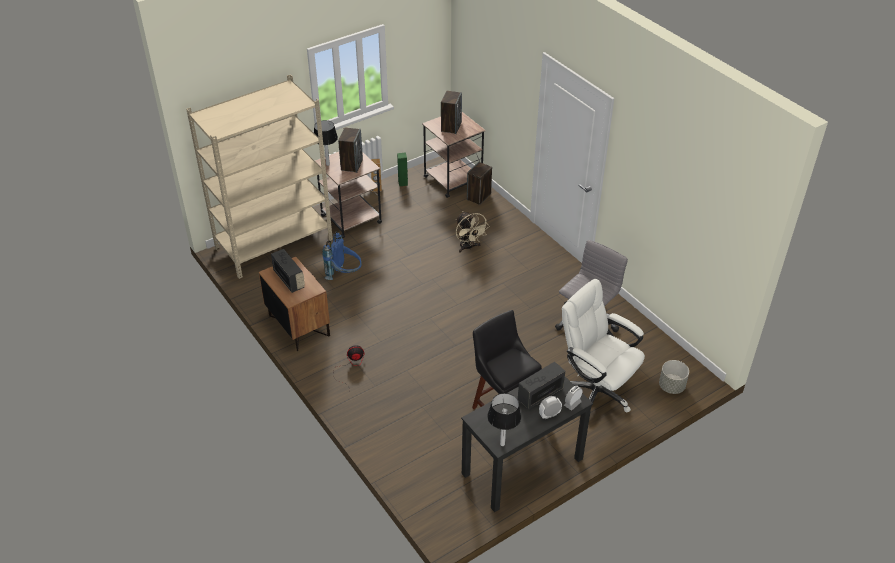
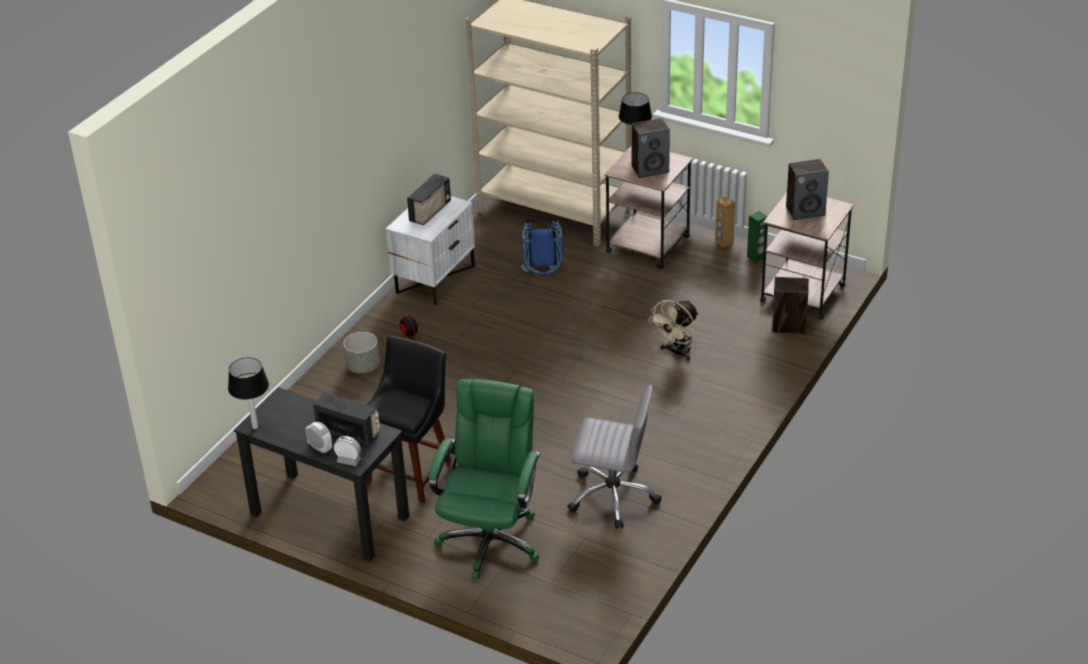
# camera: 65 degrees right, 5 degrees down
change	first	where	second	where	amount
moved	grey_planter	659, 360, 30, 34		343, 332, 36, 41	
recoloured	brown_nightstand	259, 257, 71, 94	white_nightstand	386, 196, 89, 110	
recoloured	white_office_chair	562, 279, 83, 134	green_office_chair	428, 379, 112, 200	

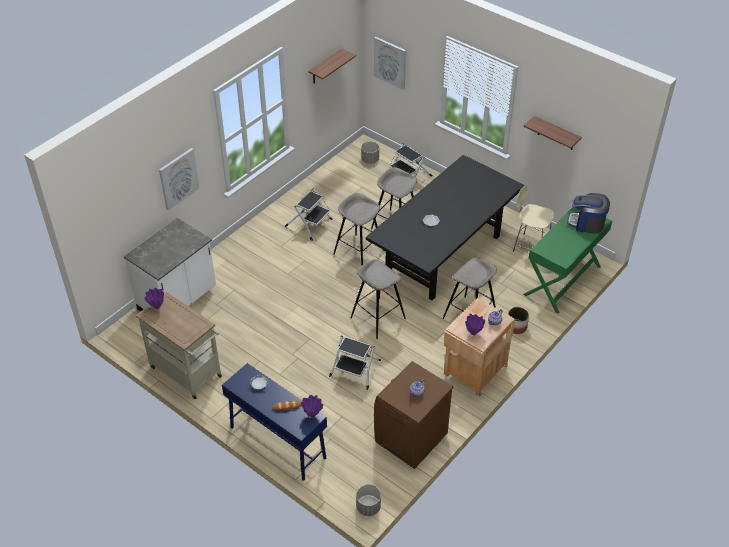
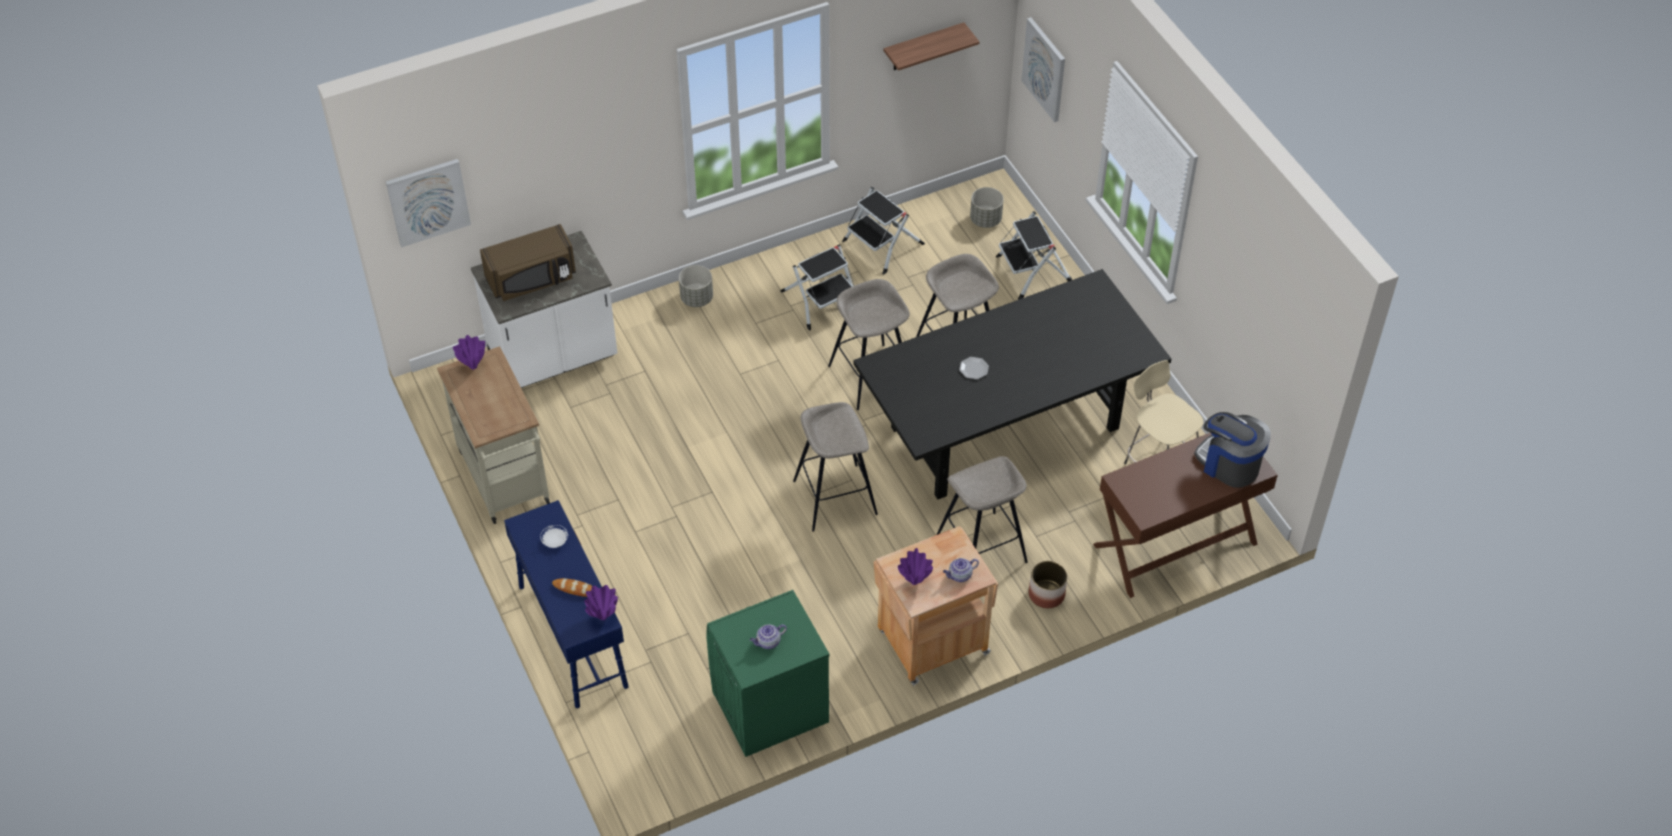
# camera: 25 degrees right, 5 degrees up
change	first	where	second	where	amount
moved	picture	159, 148, 41, 63		386, 159, 85, 88	
added			brown_microwave	480, 224, 96, 77	
moved	grey_planter	356, 484, 25, 32		679, 265, 34, 42	
recoloured	brown_washing_machine	374, 361, 79, 108	green_washing_machine	706, 590, 123, 167	
moved	step_ladder	329, 336, 52, 54		842, 187, 83, 88	
recoloured	green_desk	523, 207, 89, 107	brown_desk	1093, 432, 185, 166	
removed	shelf	523, 116, 59, 34			

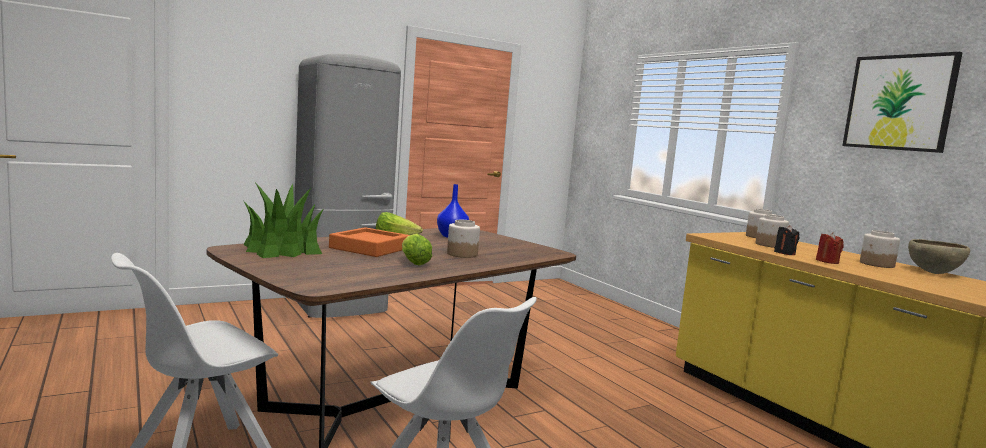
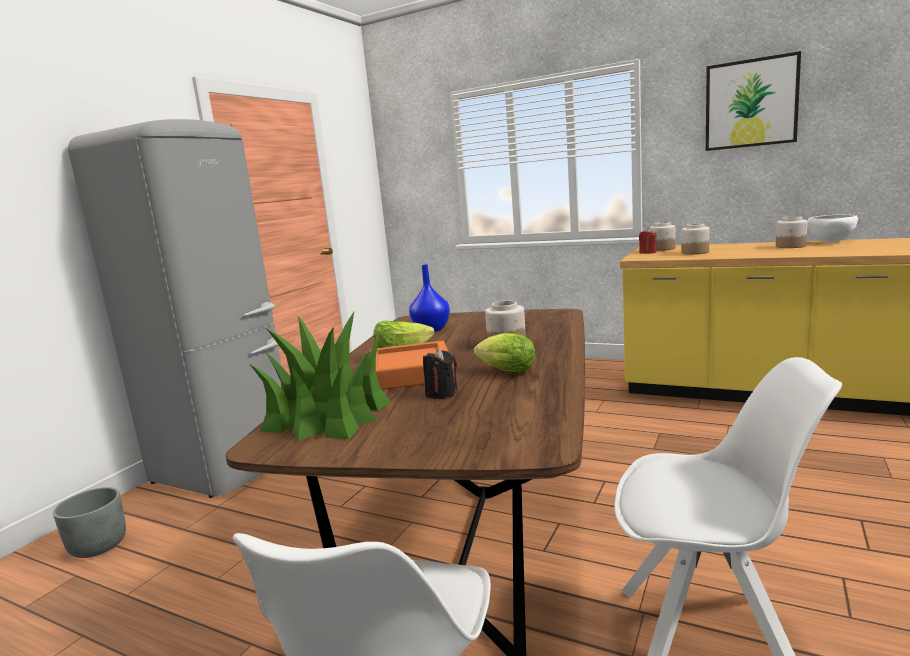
# camera: 30 degrees left, 5 degrees up
change	first	where	second	where	amount
added			grey_planter	53, 487, 73, 71	
moved	black_candle	774, 225, 25, 30		423, 349, 35, 50	
moved	red_candle	816, 232, 28, 32		639, 229, 18, 25	
recoloured	brown_bowl	908, 239, 62, 35	white_bowl	808, 214, 50, 29	

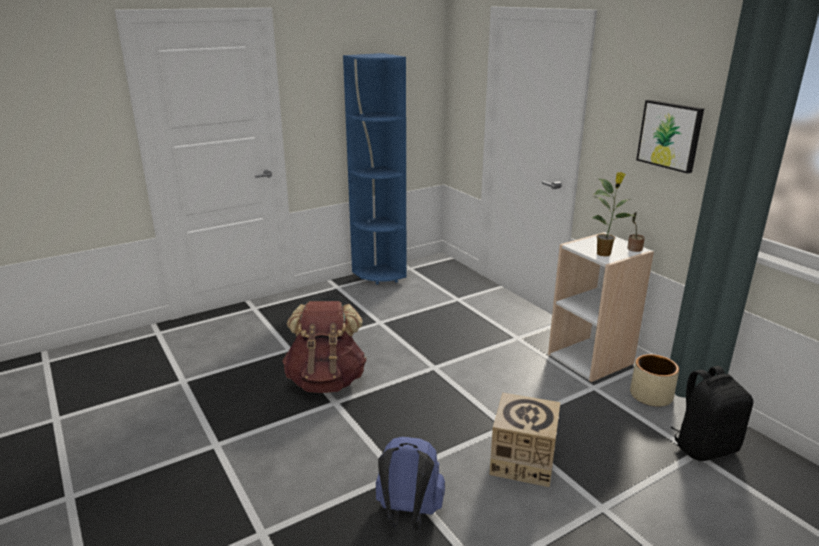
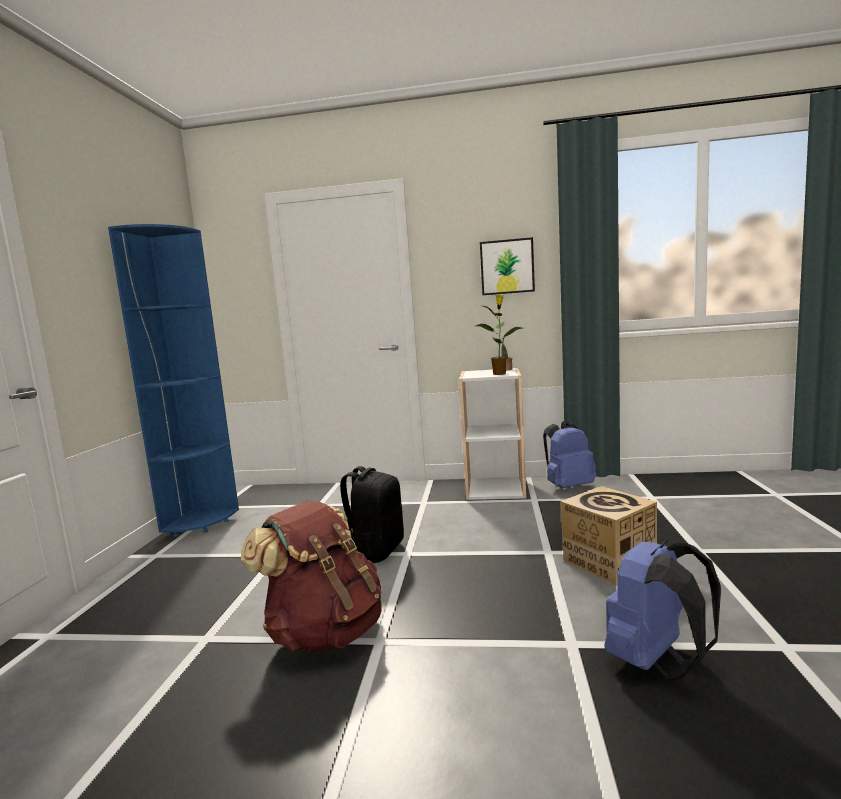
# camera: 50 degrees left, 15 degrees down
change	first	where	second	where	amount
moved	black_backpack	670, 366, 83, 95		340, 466, 64, 97	
replaced	beige_planter	630, 354, 49, 53	blue_backpack	543, 421, 53, 67	

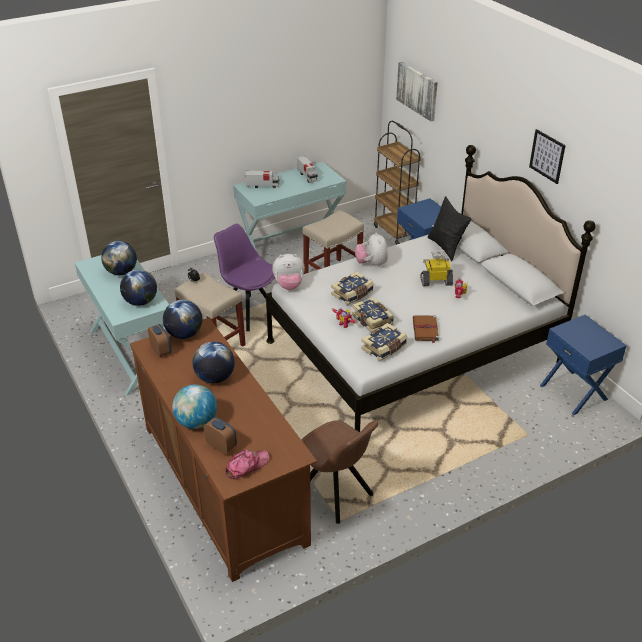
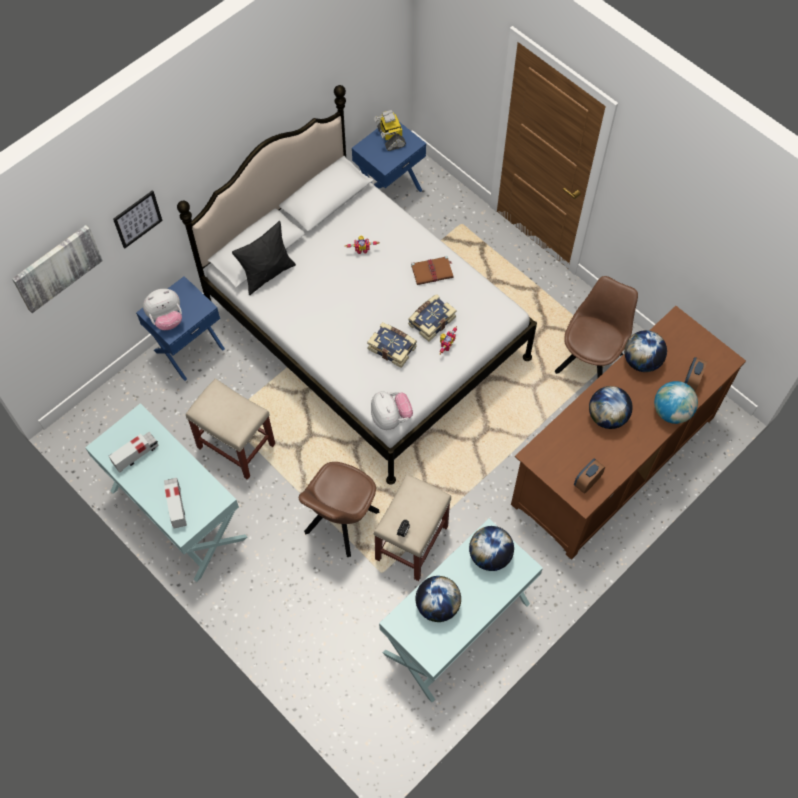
# camera: 105 degrees left, 25 degrees up
change	first	where	second	where	amount
moved	picture	529, 129, 37, 55		113, 190, 49, 59	
moved	plush_toy	355, 232, 33, 35		143, 289, 39, 41	
recoloured	purple_chair	214, 224, 61, 107	brown_chair	299, 462, 81, 95	
moved	toy_robot	420, 250, 33, 36		374, 110, 32, 41	
moved	globe	163, 300, 40, 39		624, 330, 43, 42	
removed	cap	225, 450, 44, 29			
removed	book	361, 323, 47, 38			
removed	brown_cart	374, 121, 47, 124			

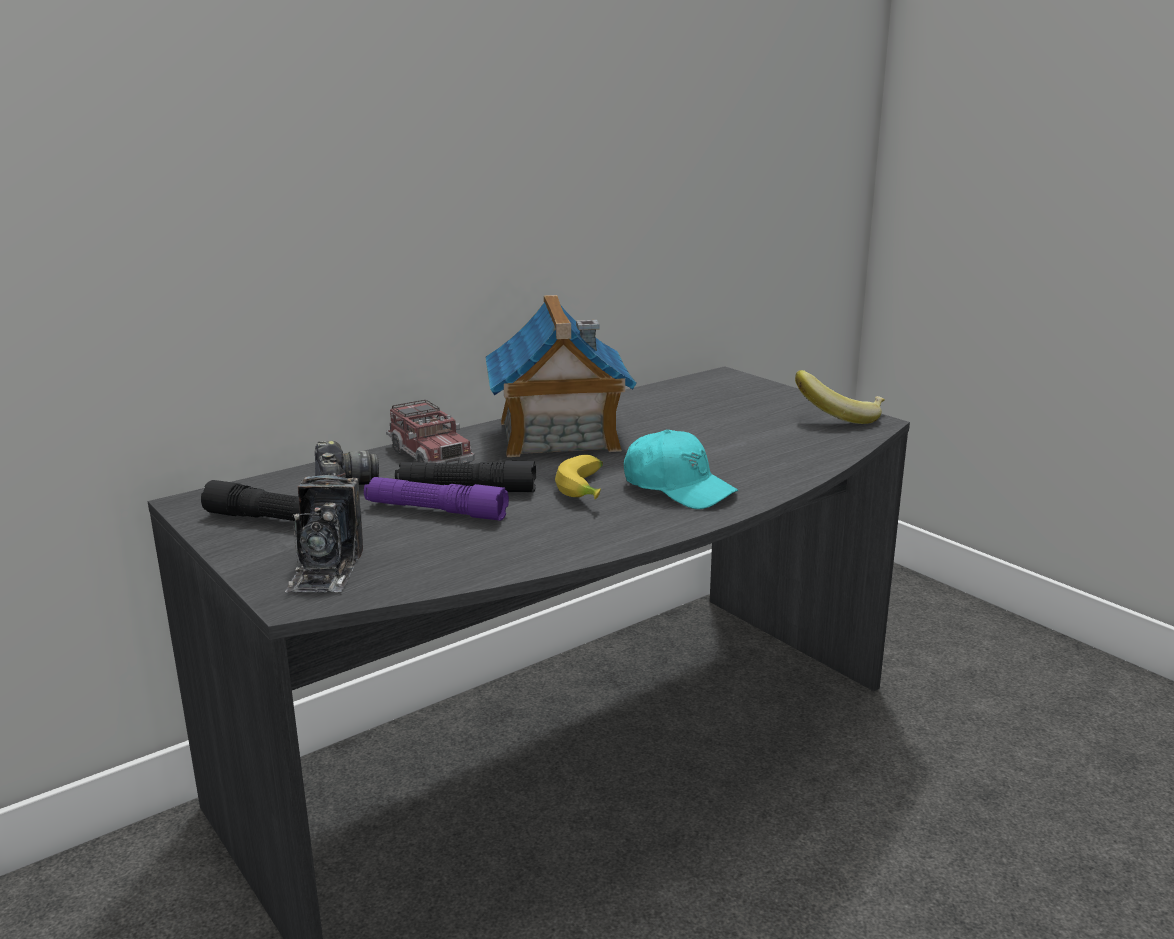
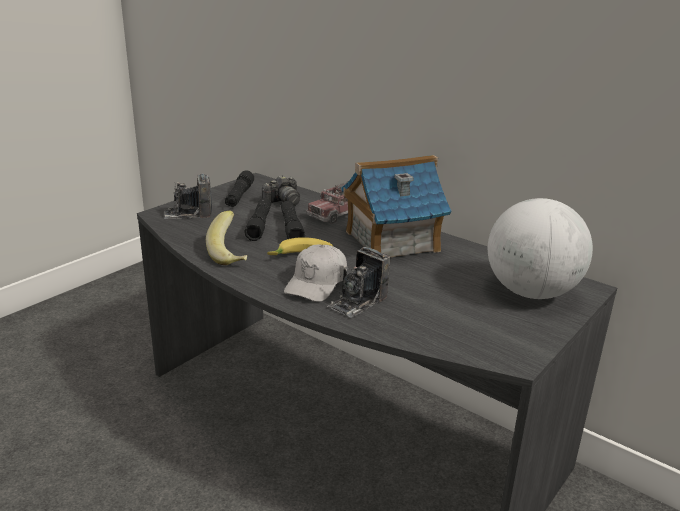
# camera: 75 degrees right, 5 degrees up
change	first	where	second	where	amount
moved	banana	795, 370, 90, 54		206, 210, 41, 55	
recoloured	purple_flashlight	364, 477, 145, 44	black_flashlight	244, 198, 27, 43	
recoloured	turquoise_cap	624, 430, 114, 79	white_cap	284, 244, 63, 58	
added			photo_camera	327, 247, 64, 71	
added			globe	488, 198, 105, 101	

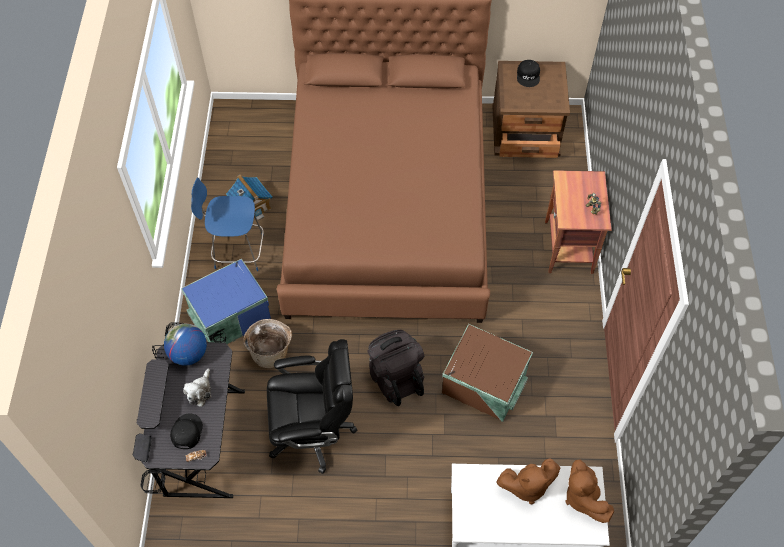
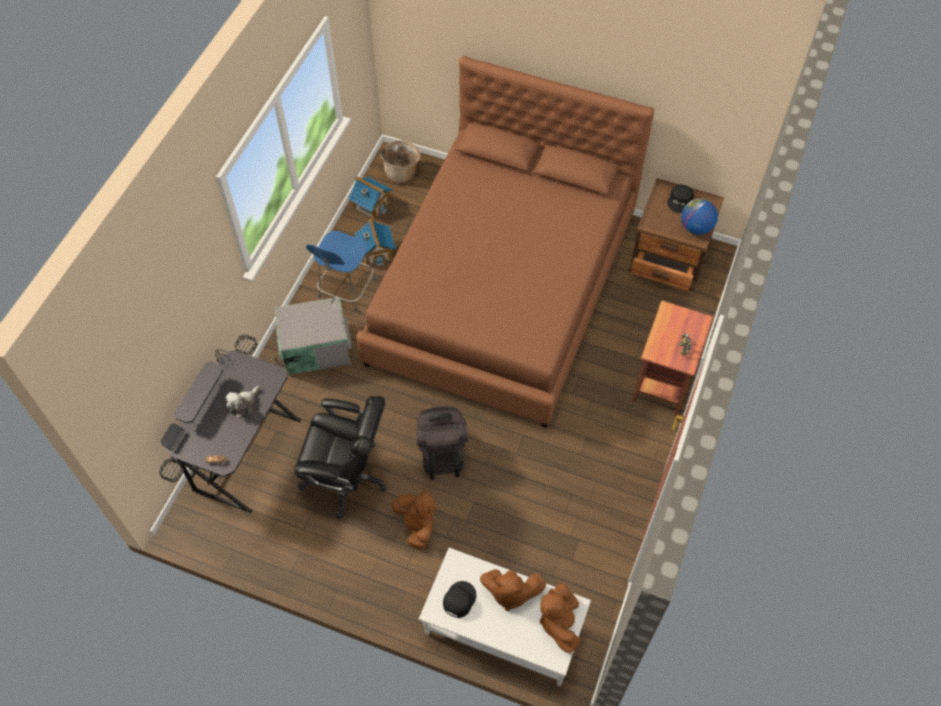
# camera: 20 degrees right, 0 degrees up
change	first	where	second	where	amount
recoloured	blue_storage_box	181, 259, 90, 85	grey_storage_box	275, 297, 77, 79	
turned	blue_chair	191, 178, 73, 93		306, 231, 70, 81	90 degrees counterclockwise
added			toy_house	348, 176, 44, 44	
moved	basket	243, 319, 49, 49		380, 140, 42, 43	
added			brown_plush_toy	392, 488, 43, 62	
moved	black_cap	170, 413, 33, 36		443, 581, 33, 37	
moved	globe	164, 323, 43, 43		681, 198, 37, 37	
removed	brown_storage_box	442, 324, 91, 98			

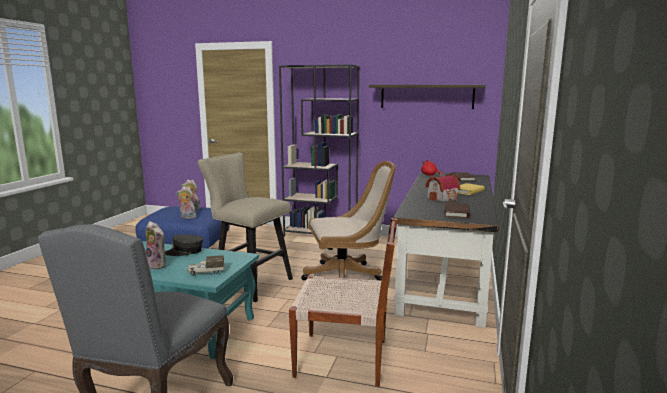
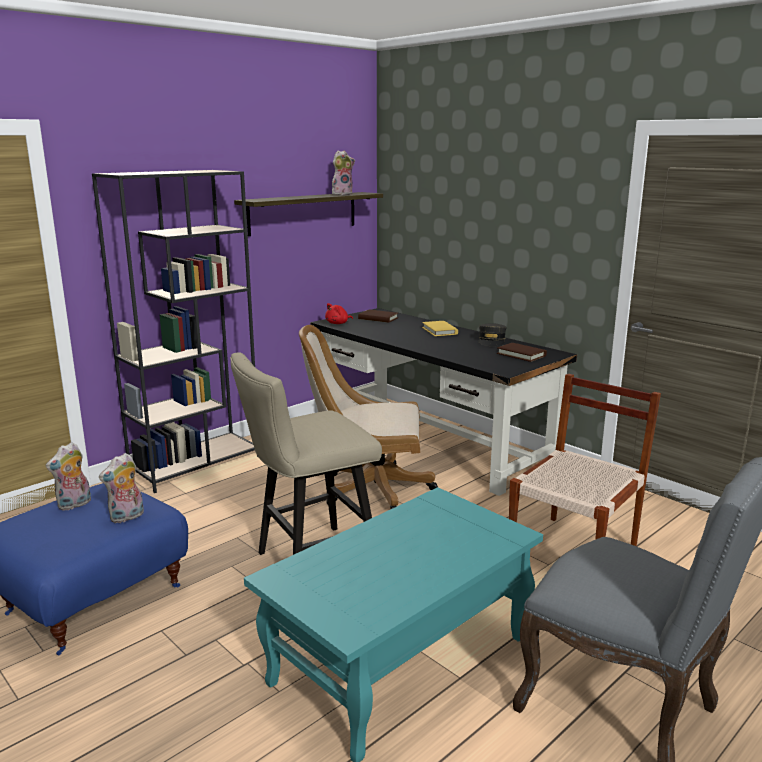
# camera: 60 degrees left, 5 degrees up
change	first	where	second	where	amount
turned	office_chair	301, 161, 95, 120		299, 325, 139, 184	105 degrees counterclockwise
moved	plush_toy	145, 221, 21, 49		332, 150, 23, 45	
moved	grey_cap	165, 235, 38, 21		478, 323, 28, 23	
removed	toy_truck	187, 255, 37, 20			
removed	toy_house	425, 172, 35, 30			

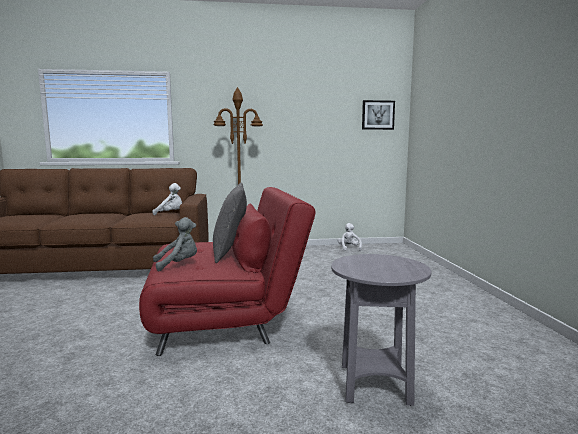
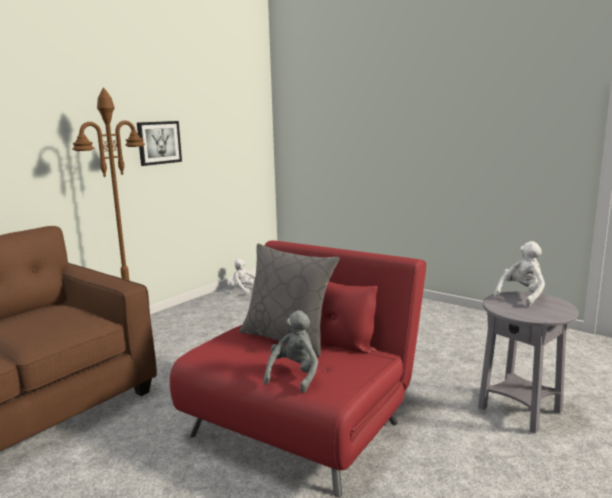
# camera: 45 degrees left, 5 degrees up
change	first	where	second	where	amount
moved	picture	362, 100, 33, 30		137, 121, 45, 45	
moved	white_plush_toy	152, 183, 30, 32		494, 241, 51, 66	

